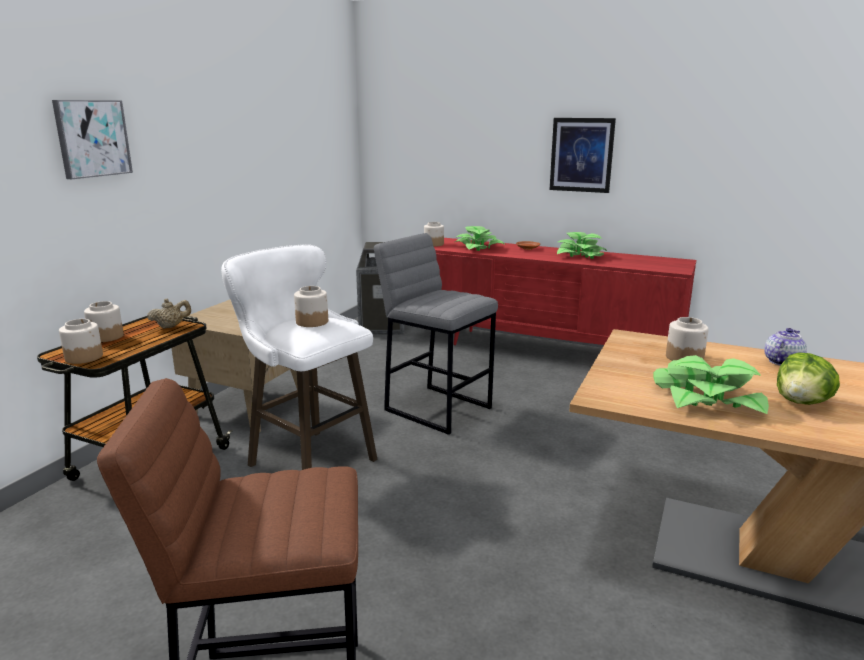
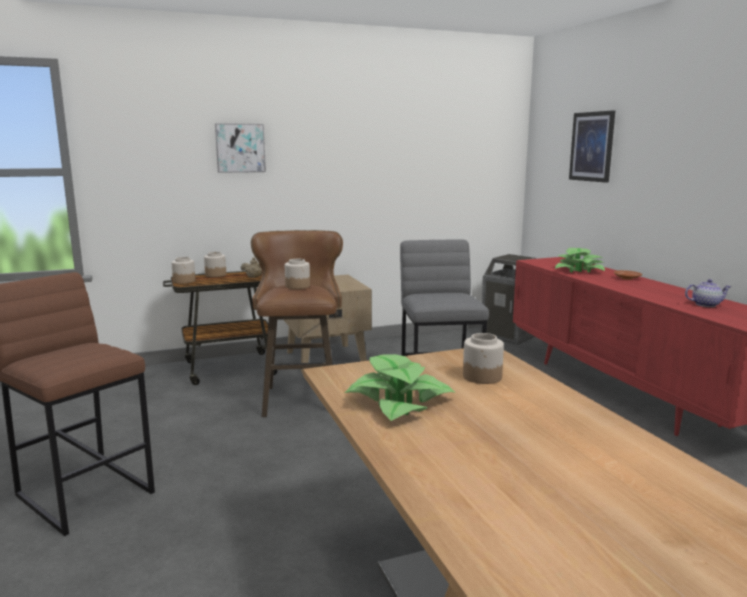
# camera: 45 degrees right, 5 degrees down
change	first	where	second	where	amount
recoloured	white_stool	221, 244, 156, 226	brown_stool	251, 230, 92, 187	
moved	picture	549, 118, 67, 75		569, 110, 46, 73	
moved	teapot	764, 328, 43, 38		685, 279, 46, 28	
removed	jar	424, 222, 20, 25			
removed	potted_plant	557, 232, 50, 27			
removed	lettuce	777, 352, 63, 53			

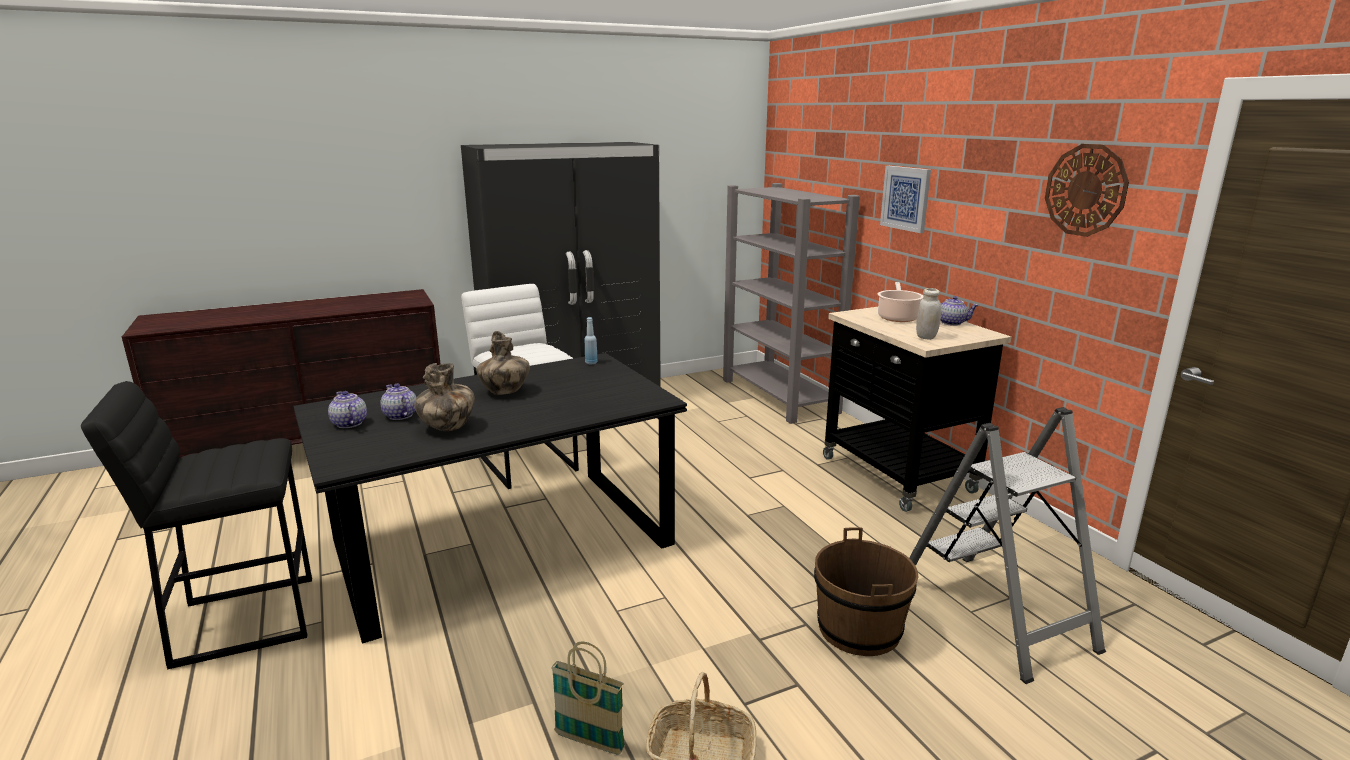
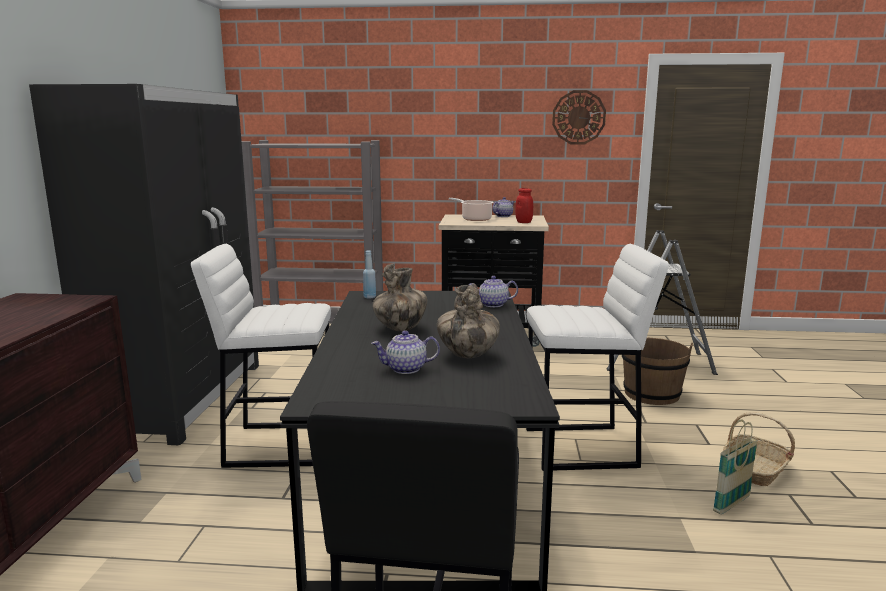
# camera: 60 degrees left, 5 degrees down
change	first	where	second	where	amount
moved	teapot	328, 391, 39, 37		469, 276, 49, 31	
recoloured	white_jar	916, 288, 25, 52	red_jar	515, 188, 18, 35	
added			white_stool	526, 244, 143, 227	
removed	picture	880, 166, 51, 67			

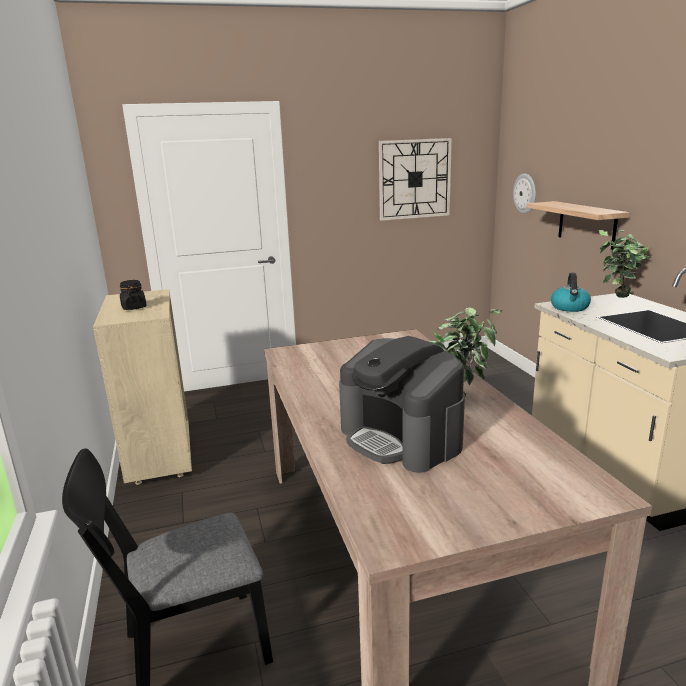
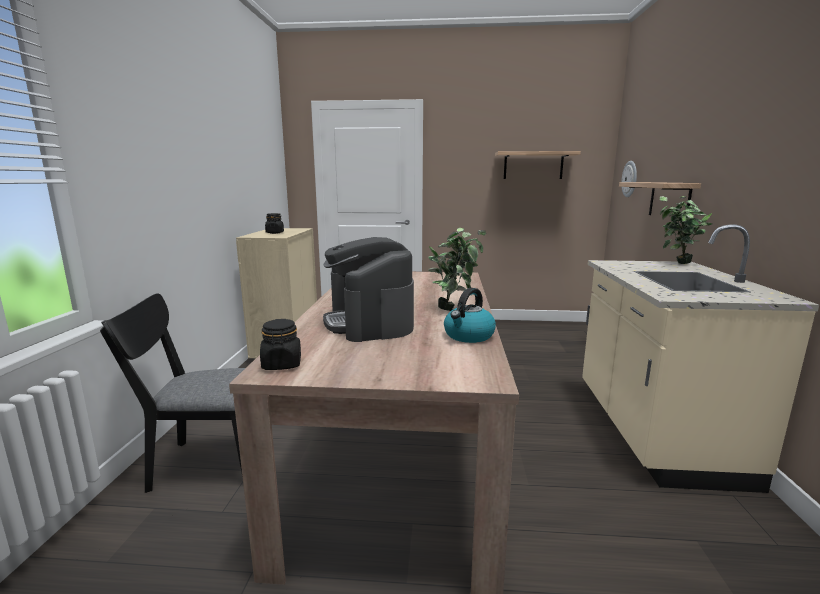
# camera: 20 degrees right, 5 degrees down
change	first	where	second	where	amount
added			black_jar	260, 319, 41, 51	
moved	kettle	551, 272, 40, 40		444, 288, 52, 55	
replaced	wall_clock	379, 138, 73, 83	shelf	495, 151, 86, 28	

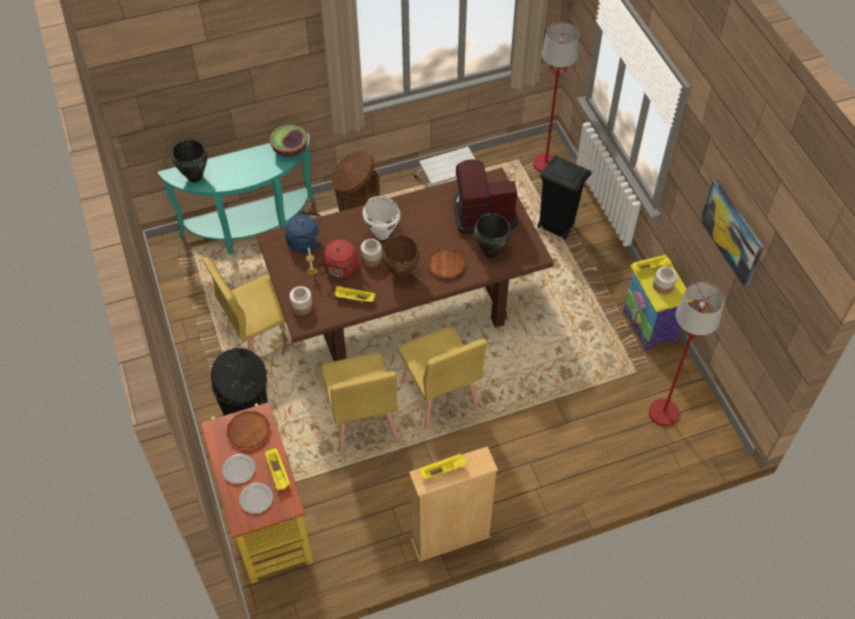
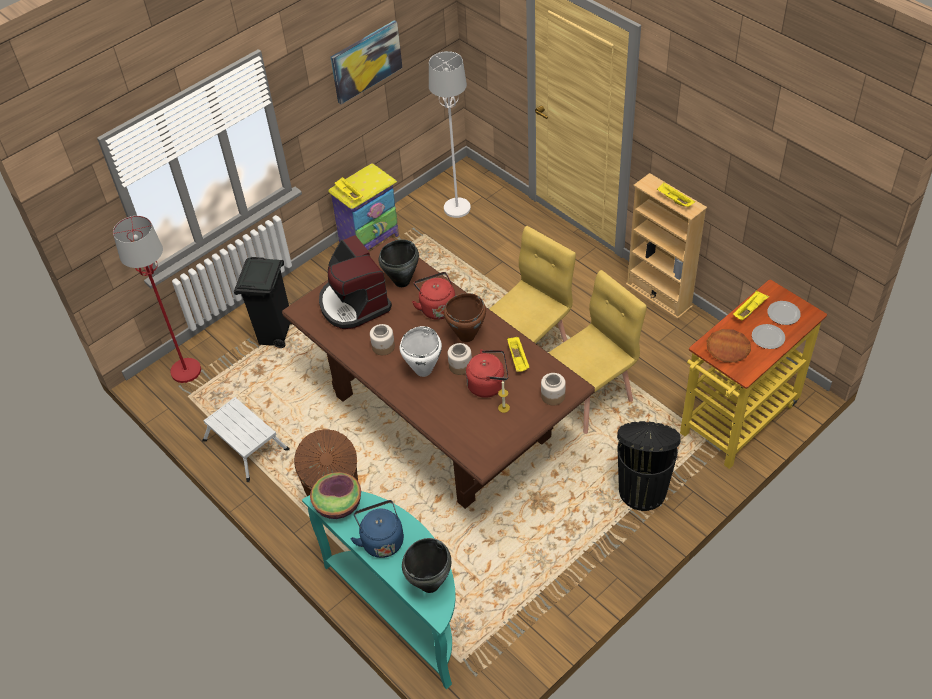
# camera: 110 degrees left, 5 degrees down
change	first	where	second	where	amount
moved	blue_kettle	285, 211, 36, 42		350, 500, 54, 58	
moved	jar	653, 266, 24, 28		370, 324, 25, 31	
replaced	brown_plate	427, 248, 39, 30	red_kettle	412, 272, 43, 48	
recoloured	red_floor_lamp	649, 282, 76, 144	white_floor_lamp	429, 51, 42, 167	
removed	yellow_chair	202, 257, 103, 95			

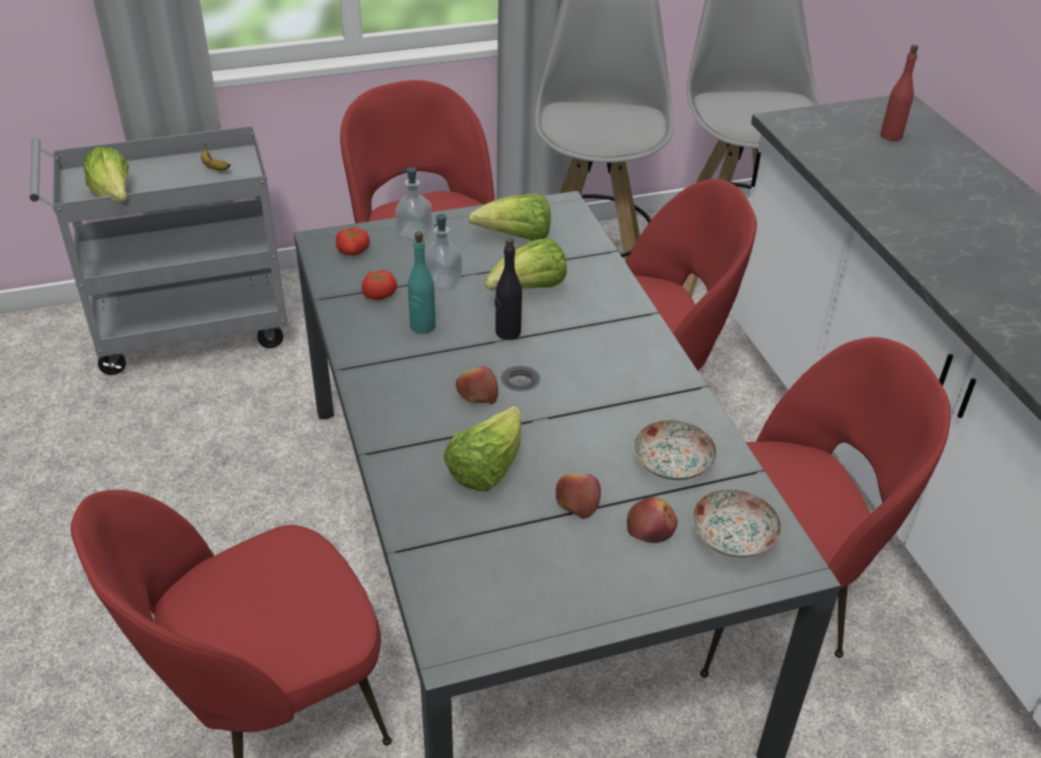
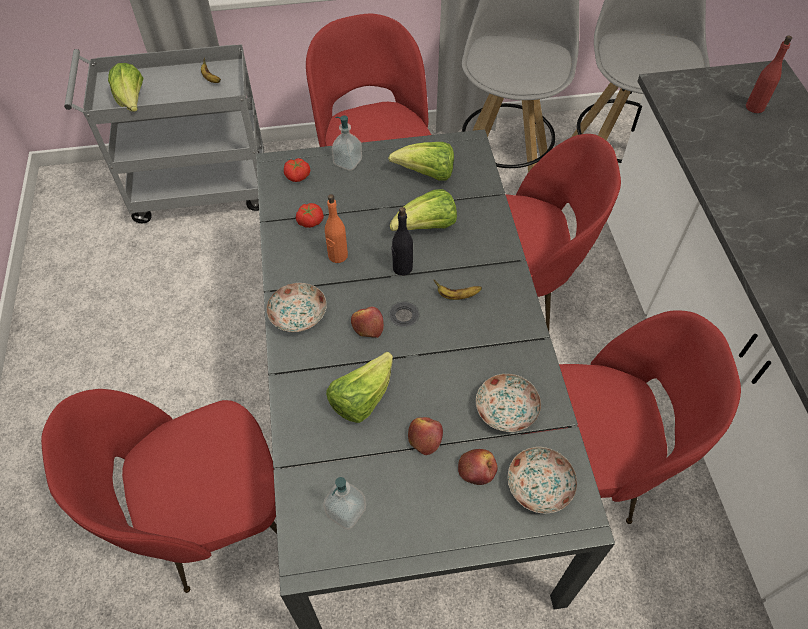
# camera: 10 degrees right, 15 degrees up
change	first	where	second	where	amount
added			plate	267, 283, 60, 49	
moved	soap_dispenser	425, 214, 37, 77		323, 477, 43, 53	
recoloured	turquoise_bottle	408, 232, 28, 102	orange_bottle	325, 194, 23, 69	
added			banana	434, 280, 48, 20	

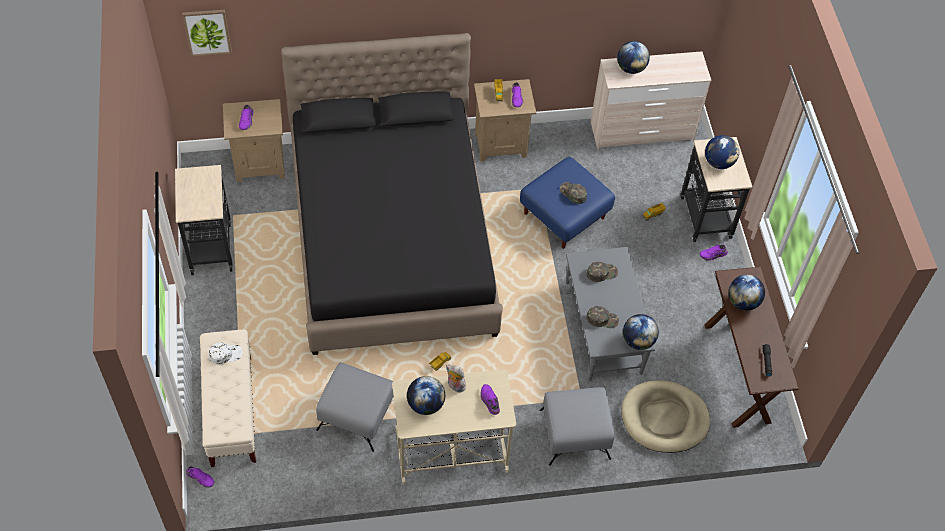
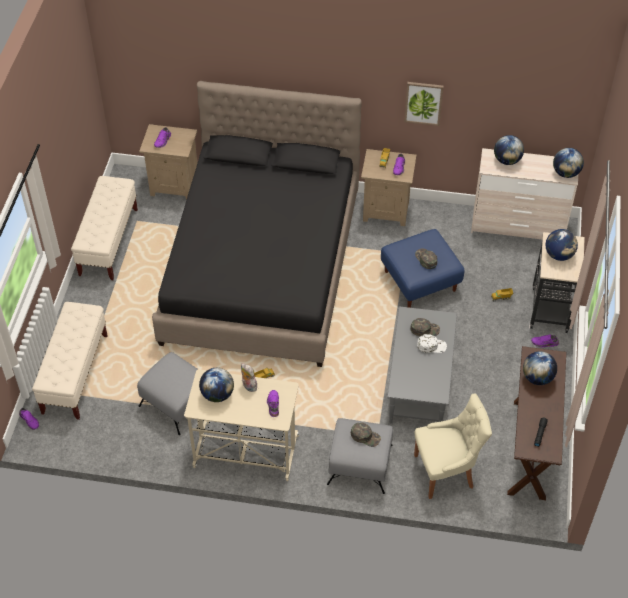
# camera: 20 degrees right, 5 degrees down
change	first	where	second	where	amount
replaced	cart	175, 165, 58, 110	beige_bench	71, 176, 67, 104	
moved	green_cap	586, 306, 33, 22		351, 422, 30, 25	
moved	picture	182, 10, 50, 47		404, 82, 40, 44	
replaced	beige_dog_bed	621, 380, 89, 73	beige_chair	414, 393, 78, 106	
moved	white_cap	208, 343, 35, 21		417, 334, 30, 19	
moved	globe	623, 314, 36, 36		553, 148, 31, 30	

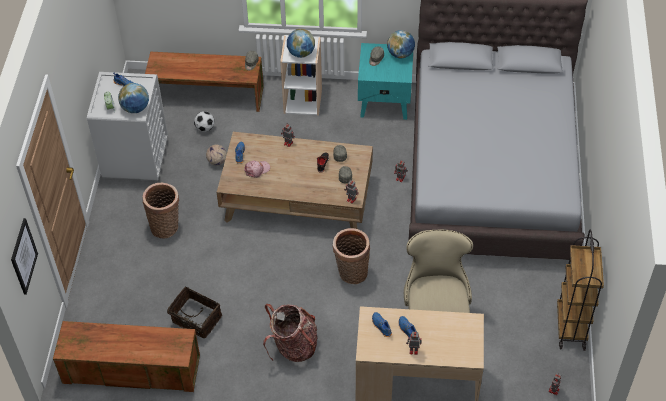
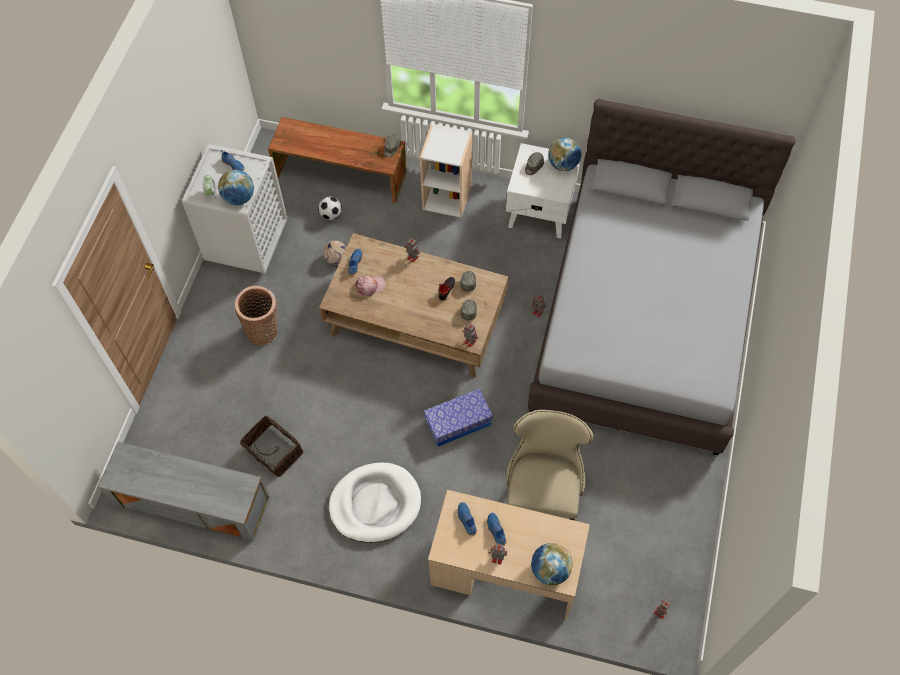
# camera: 10 degrees right, 10 degrees up
change	first	where	second	where	amount
recoloured	brown_bench	53, 321, 147, 71	grey_bench	98, 442, 172, 100	
replaced	backpack	263, 304, 54, 58	white_dog_bed	329, 463, 92, 80	
replaced	basket	332, 228, 38, 56	storage_box	424, 389, 69, 58	
recoloured	turquoise_nightstand	358, 43, 55, 77	white_nightstand	506, 143, 74, 95	
moved	globe	287, 29, 28, 29		531, 543, 42, 42	
removed	picture	11, 218, 27, 77			
removed	brown_cart	557, 230, 47, 121			

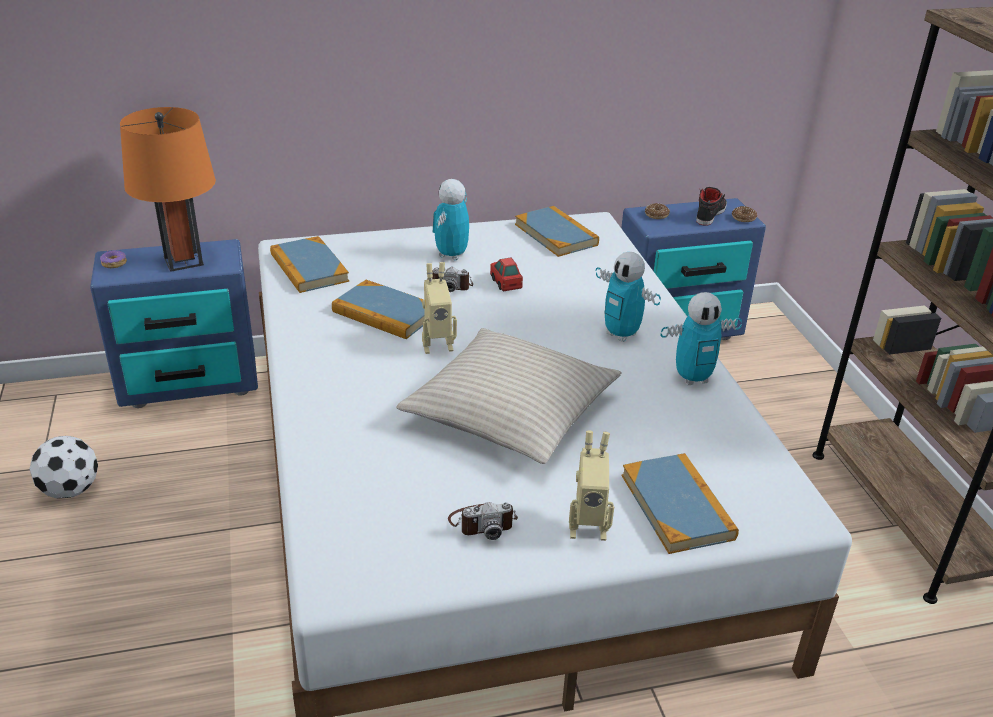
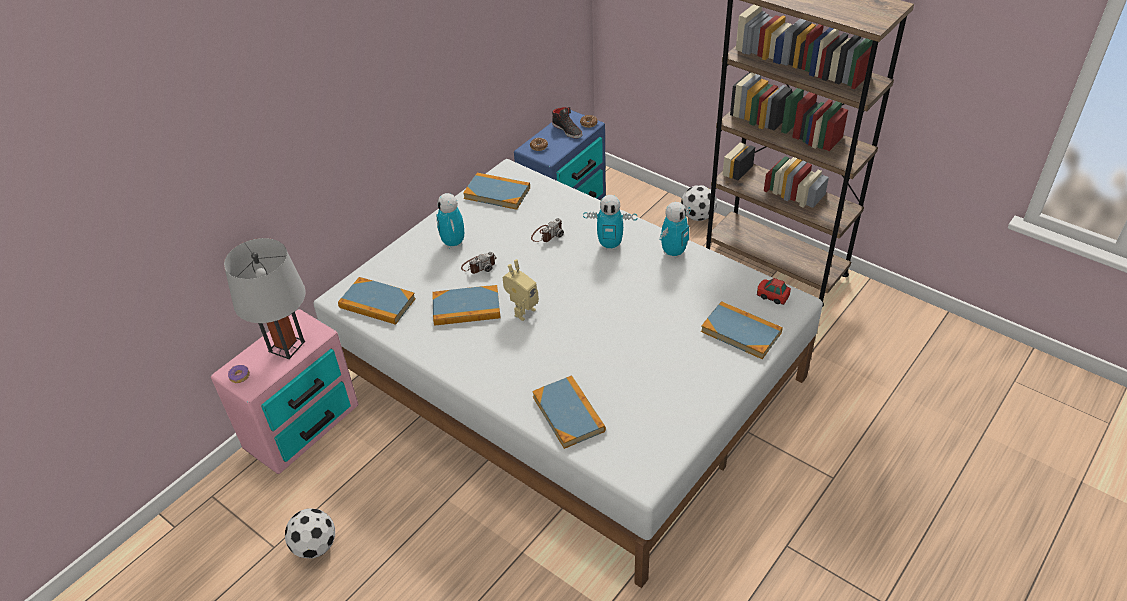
# camera: 35 degrees left, 10 degrees up
change	first	where	second	where	amount
recoloured	blue_nightstand	90, 239, 168, 169	pink_nightstand	211, 309, 147, 165	
recoloured	orange_table_lamp	120, 107, 96, 165	grey_table_lamp	224, 238, 82, 121	
moved	photo_camera	448, 502, 70, 38		531, 218, 33, 24	
added			book	532, 375, 74, 74	
turned	black_shoe	696, 187, 31, 39		552, 107, 31, 31	150 degrees clockwise
added			football	681, 185, 36, 36	
moved	toy_car	490, 258, 33, 33		757, 278, 34, 27	
removed	beige_pillow	396, 328, 225, 136			
removed	toy_robot	569, 431, 45, 110			

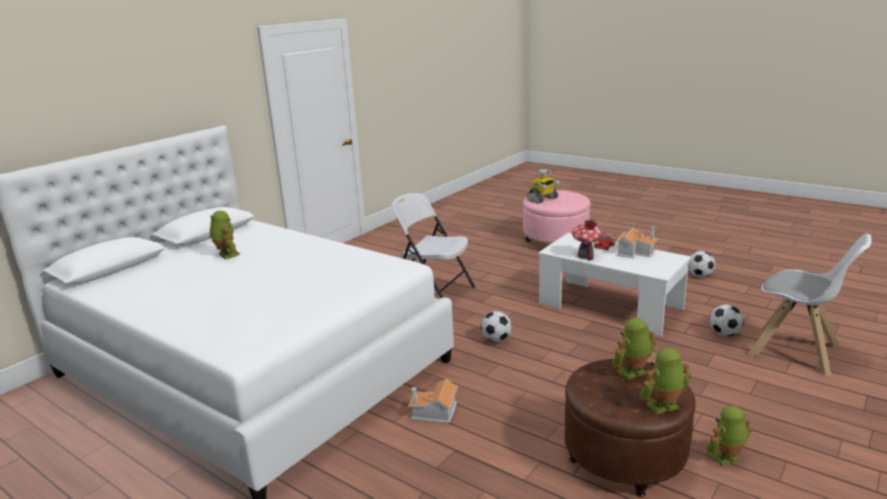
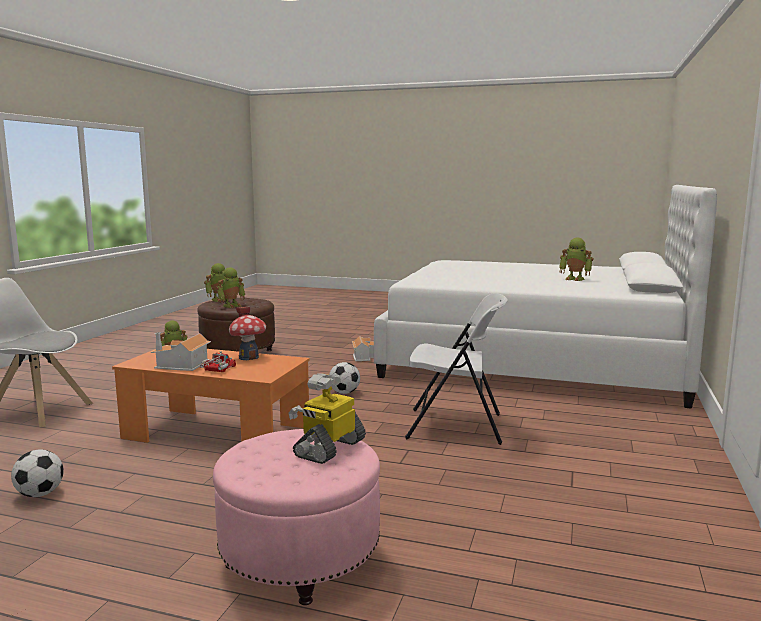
# camera: 160 degrees right, 10 degrees down
change	first	where	second	where	amount
recoloured	white_coffee_table	538, 233, 153, 103	orange_coffee_table	112, 345, 198, 98	
removed	football	710, 305, 34, 31			

